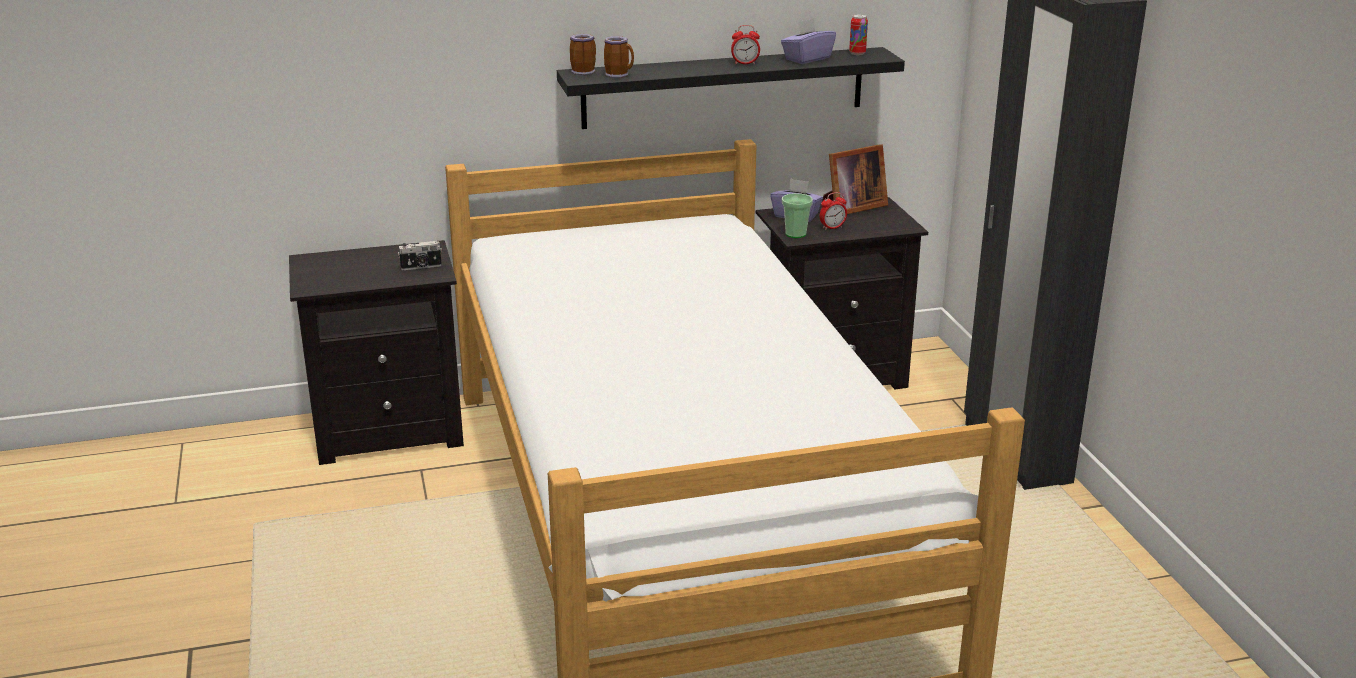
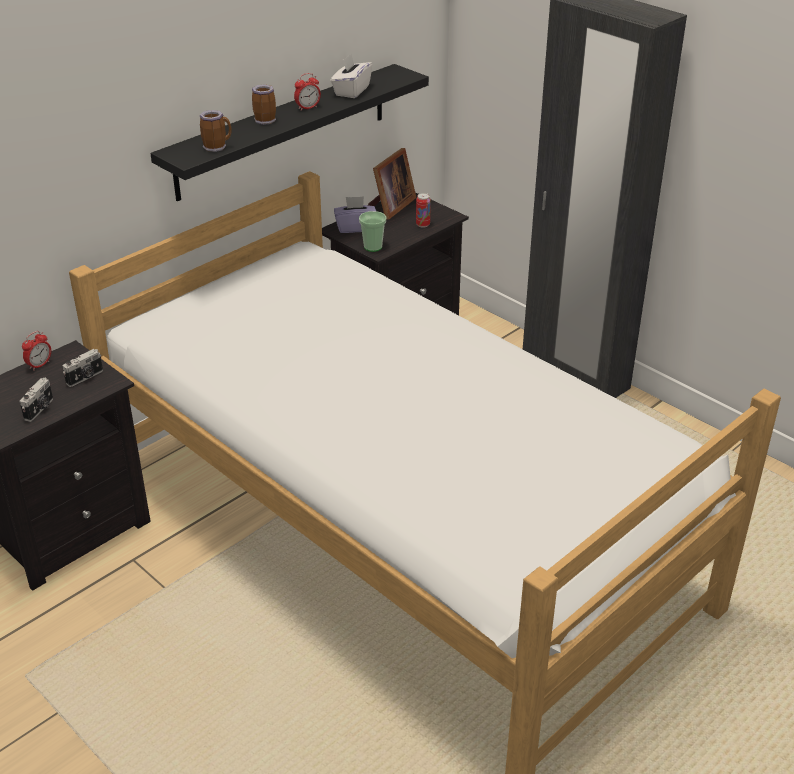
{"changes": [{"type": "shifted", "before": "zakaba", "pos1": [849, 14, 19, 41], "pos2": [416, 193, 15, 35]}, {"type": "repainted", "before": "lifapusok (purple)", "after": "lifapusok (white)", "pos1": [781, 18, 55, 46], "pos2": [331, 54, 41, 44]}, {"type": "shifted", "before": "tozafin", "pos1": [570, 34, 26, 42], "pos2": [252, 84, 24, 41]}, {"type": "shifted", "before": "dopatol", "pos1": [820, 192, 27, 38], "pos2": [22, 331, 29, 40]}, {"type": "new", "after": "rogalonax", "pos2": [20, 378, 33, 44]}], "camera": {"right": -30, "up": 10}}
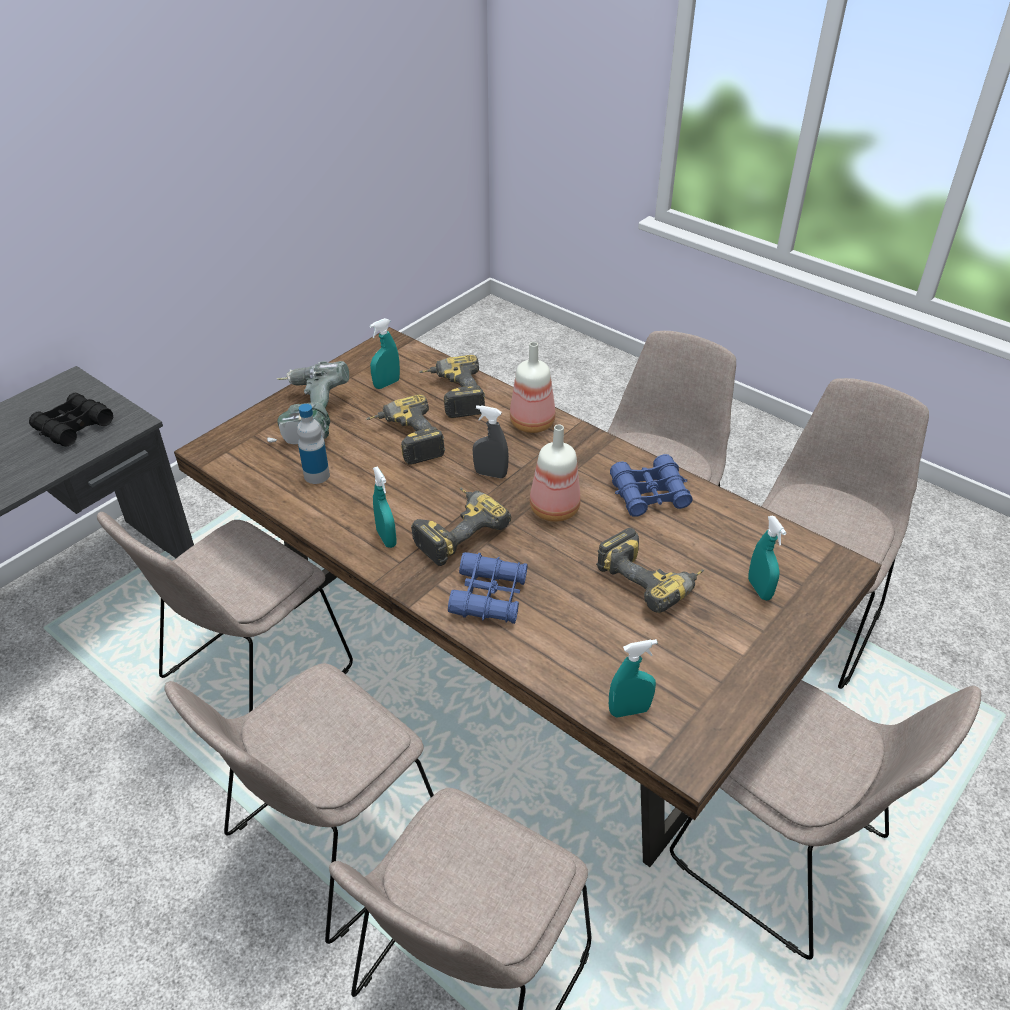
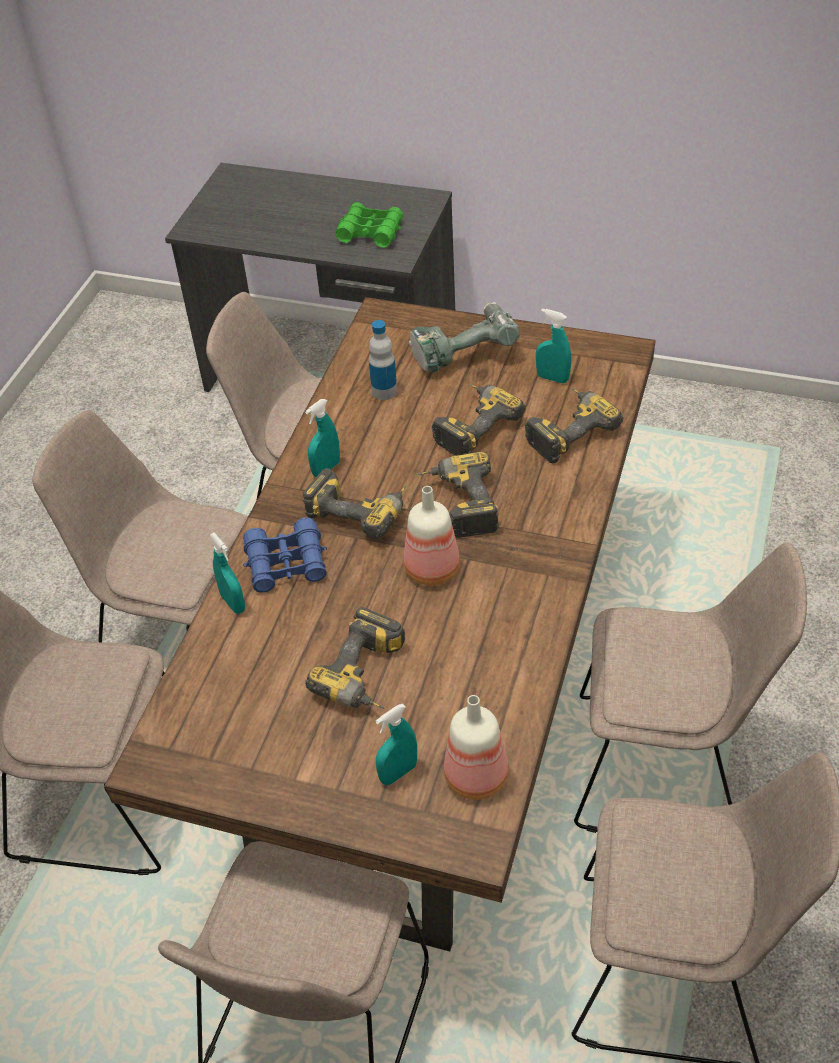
{"changes": [{"type": "shifted", "before": "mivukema", "pos1": [510, 342, 46, 91], "pos2": [444, 695, 65, 105]}, {"type": "repainted", "before": "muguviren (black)", "after": "muguviren (green)", "pos1": [29, 393, 84, 53], "pos2": [336, 202, 67, 46]}, {"type": "swapped", "before": "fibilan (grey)", "after": "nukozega", "pos1": [473, 405, 36, 73], "pos2": [417, 452, 82, 86]}, {"type": "gone", "before": "muguviren (blue)", "pos1": [610, 454, 83, 63]}, {"type": "shifted", "before": "fibilan (turquoise)", "pos1": [609, 639, 48, 79], "pos2": [210, 533, 35, 81]}], "camera": {"right": 70, "up": 5}}
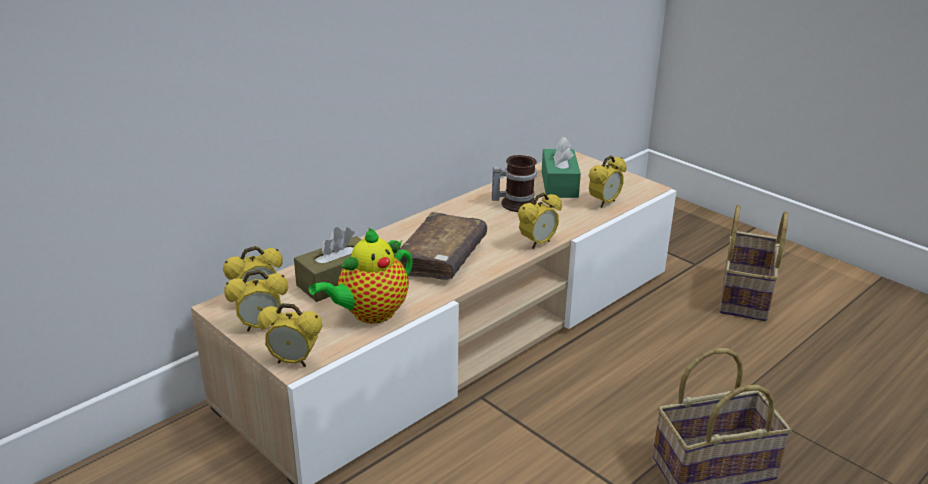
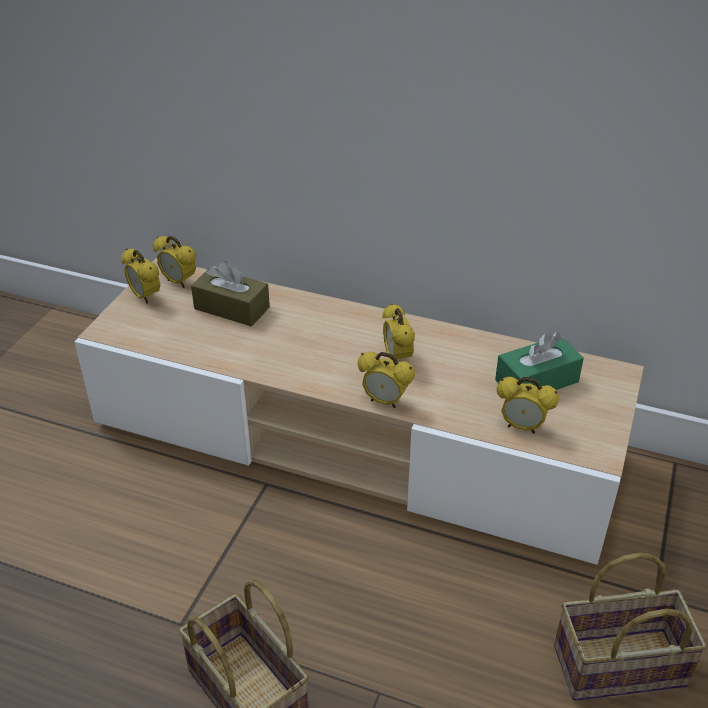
{"changes": [{"type": "gone", "before": "tozafin", "pos1": [492, 155, 45, 57]}, {"type": "gone", "before": "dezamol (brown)", "pos1": [393, 212, 94, 68]}, {"type": "gone", "before": "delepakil", "pos1": [309, 227, 104, 96]}, {"type": "shifted", "before": "dopatol", "pos1": [257, 303, 65, 64], "pos2": [382, 303, 33, 57]}], "camera": {"right": 65, "up": 10}}
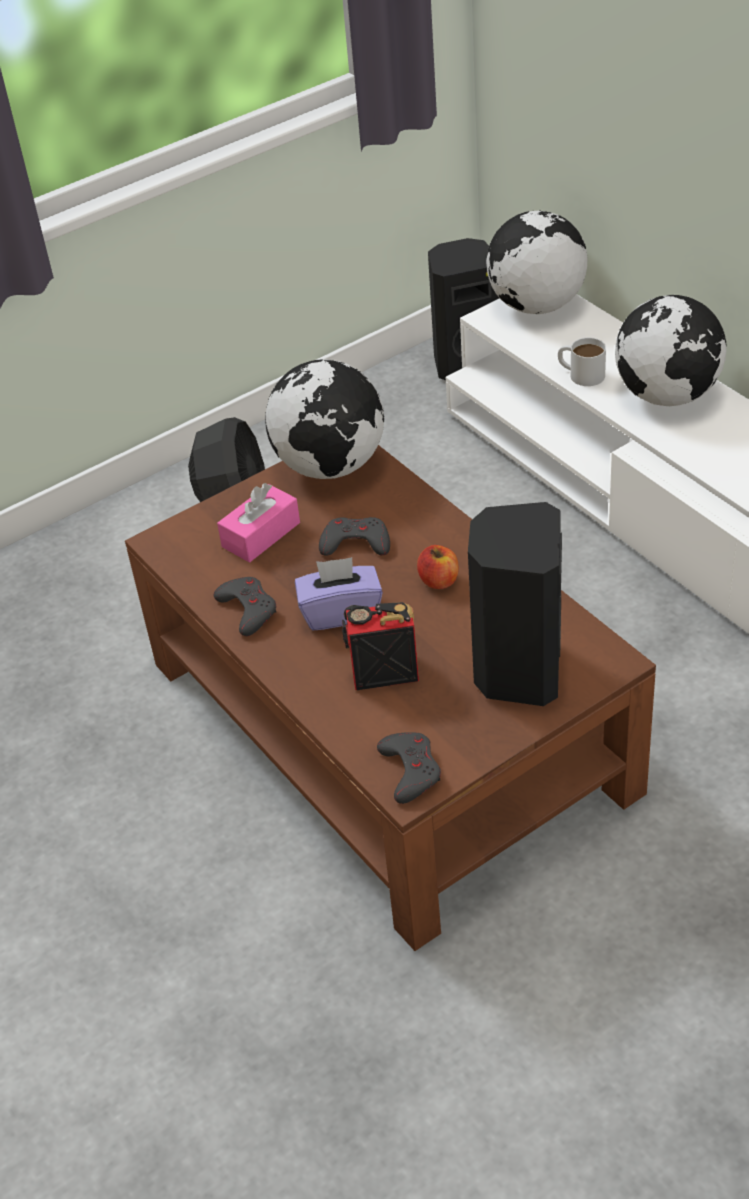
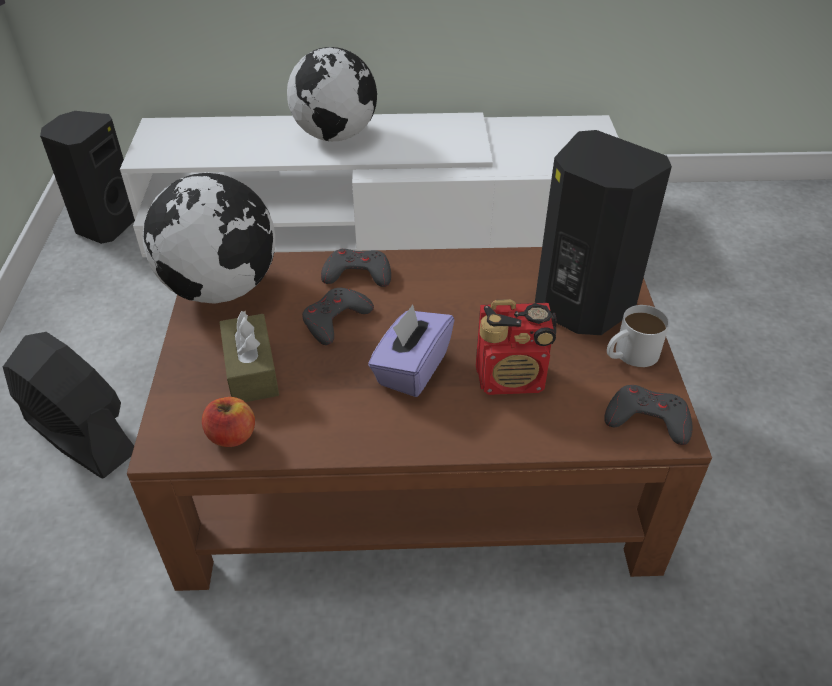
{"changes": [{"type": "gone", "before": "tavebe", "pos1": [486, 211, 102, 103]}, {"type": "shifted", "before": "tozafin (white)", "pos1": [558, 338, 48, 48], "pos2": [607, 305, 62, 62]}, {"type": "repainted", "before": "lifapusok (pink)", "after": "lifapusok (brown)", "pos1": [217, 483, 83, 80], "pos2": [220, 310, 59, 92]}, {"type": "shifted", "before": "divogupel", "pos1": [417, 545, 42, 44], "pos2": [202, 397, 53, 50]}, {"type": "shifted", "before": "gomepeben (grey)", "pos1": [214, 577, 62, 59], "pos2": [321, 249, 70, 38]}, {"type": "rotated", "before": "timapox", "pos1": [342, 602, 77, 88], "pos2": [476, 299, 81, 96], "turn": -120}], "camera": {"right": -60, "up": 0}}
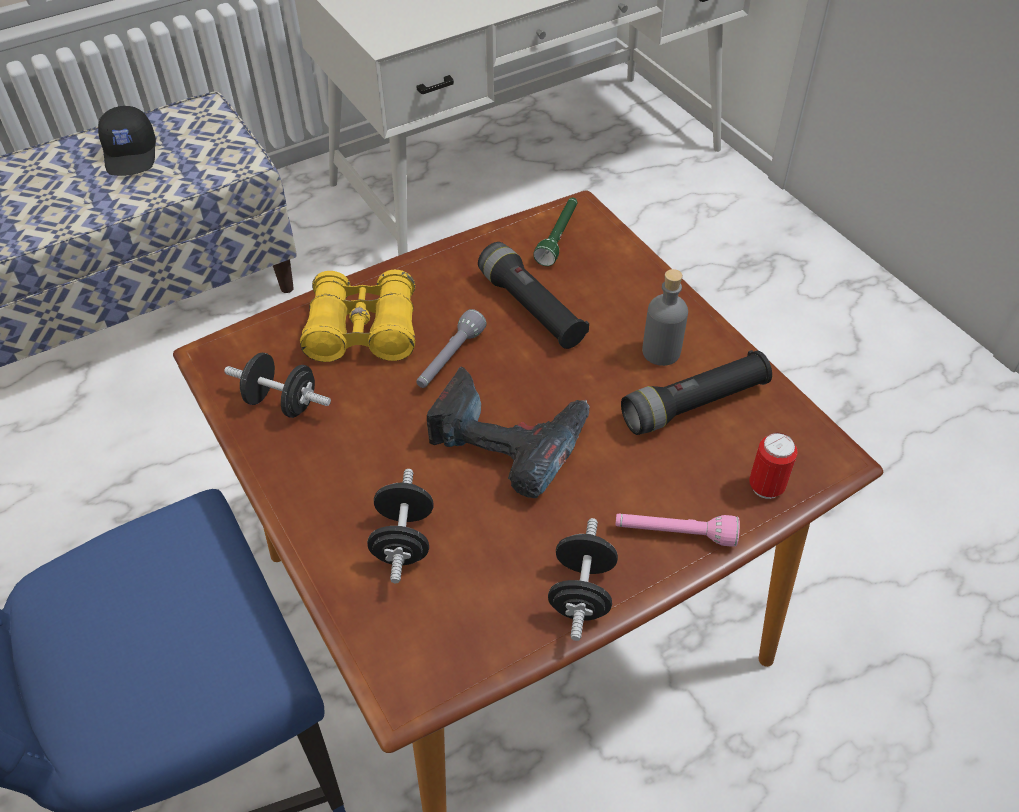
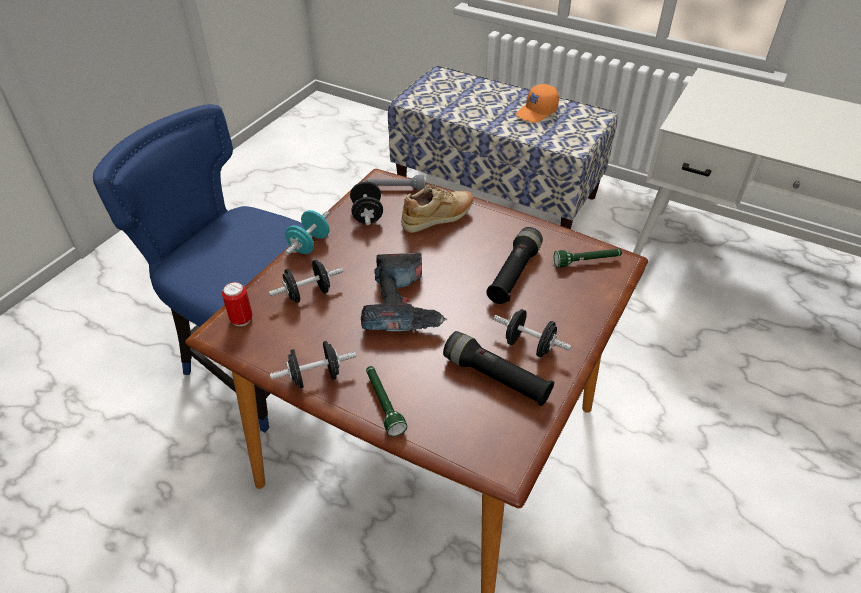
{"changes": [{"type": "repainted", "before": "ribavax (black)", "after": "ribavax (orange)", "pos1": [98, 106, 58, 70], "pos2": [516, 84, 43, 39]}, {"type": "swapped", "before": "mivukema (grey)", "after": "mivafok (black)", "pos1": [642, 269, 46, 97], "pos2": [493, 309, 78, 48]}, {"type": "swapped", "before": "muguviren (yellow)", "after": "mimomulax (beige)", "pos1": [300, 270, 115, 92], "pos2": [401, 185, 72, 48]}, {"type": "shifted", "before": "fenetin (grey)", "pos1": [416, 309, 71, 79], "pos2": [366, 175, 60, 15]}, {"type": "shifted", "before": "zakaba", "pos1": [749, 433, 48, 66], "pos2": [222, 282, 30, 44]}, {"type": "repainted", "before": "fenetin (pink)", "after": "fenetin (green)", "pos1": [616, 514, 124, 33], "pos2": [366, 366, 41, 71]}, {"type": "new", "after": "mivafok (turquoise)", "pos2": [285, 210, 45, 45]}], "camera": {"right": 60, "up": -5}}
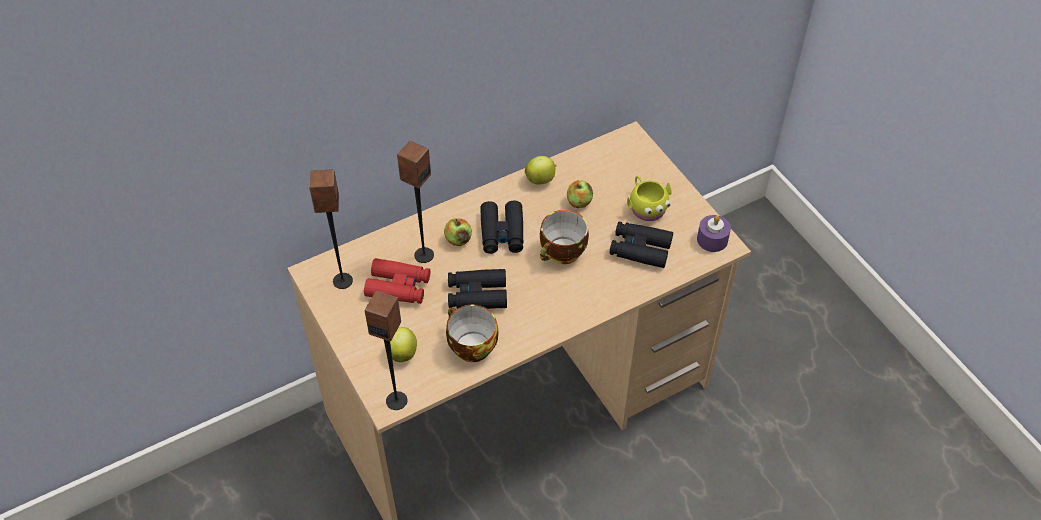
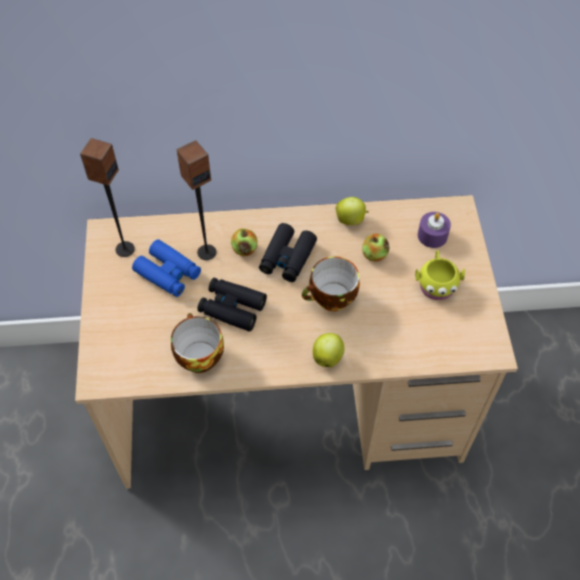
{"changes": [{"type": "shifted", "before": "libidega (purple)", "pos1": [697, 215, 34, 37], "pos2": [418, 212, 33, 36]}, {"type": "gone", "before": "muguviren (black)", "pos1": [609, 222, 64, 46]}, {"type": "repainted", "before": "muguviren (red)", "after": "muguviren (blue)", "pos1": [364, 258, 66, 46], "pos2": [132, 239, 69, 58]}, {"type": "gone", "before": "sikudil", "pos1": [365, 291, 43, 119]}, {"type": "shifted", "before": "divogupel", "pos1": [390, 327, 27, 35], "pos2": [313, 333, 32, 34]}], "camera": {"right": 25, "up": 5}}
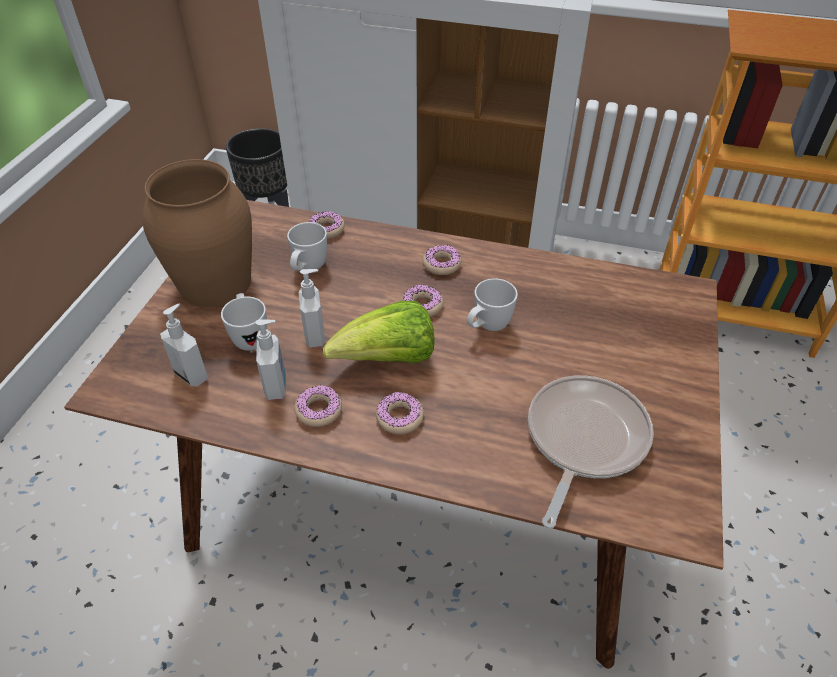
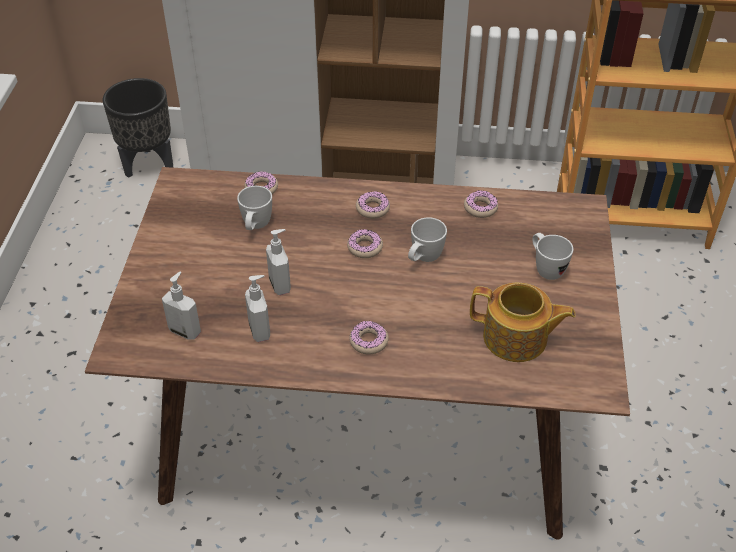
{"changes": [{"type": "gone", "before": "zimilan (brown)", "pos1": [143, 159, 109, 148]}, {"type": "shifted", "before": "tozafin (white)", "pos1": [221, 293, 46, 58], "pos2": [532, 233, 42, 47]}, {"type": "gone", "before": "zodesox", "pos1": [323, 301, 112, 63]}, {"type": "swapped", "before": "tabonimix", "after": "delepakil", "pos1": [528, 375, 126, 153], "pos2": [470, 283, 106, 79]}, {"type": "shifted", "before": "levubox", "pos1": [294, 385, 48, 42], "pos2": [464, 191, 34, 27]}], "camera": {"right": -10, "up": 0}}
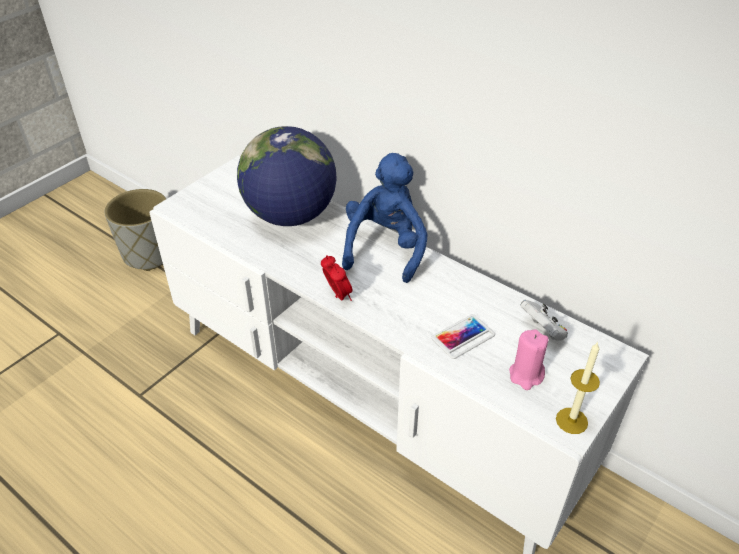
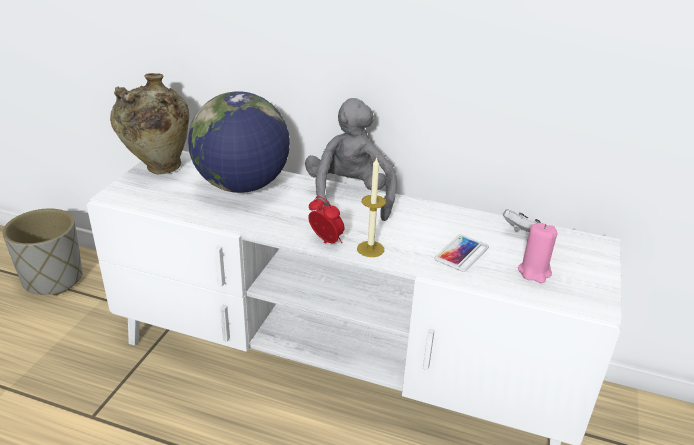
{"changes": [{"type": "repainted", "before": "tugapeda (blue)", "after": "tugapeda (grey)", "pos1": [342, 153, 86, 130], "pos2": [305, 98, 92, 123]}, {"type": "shifted", "before": "libidega", "pos1": [556, 342, 44, 92], "pos2": [357, 157, 29, 100]}, {"type": "new", "after": "zimilan (beige)", "pos2": [110, 73, 79, 101]}], "camera": {"right": -20, "up": -10}}
